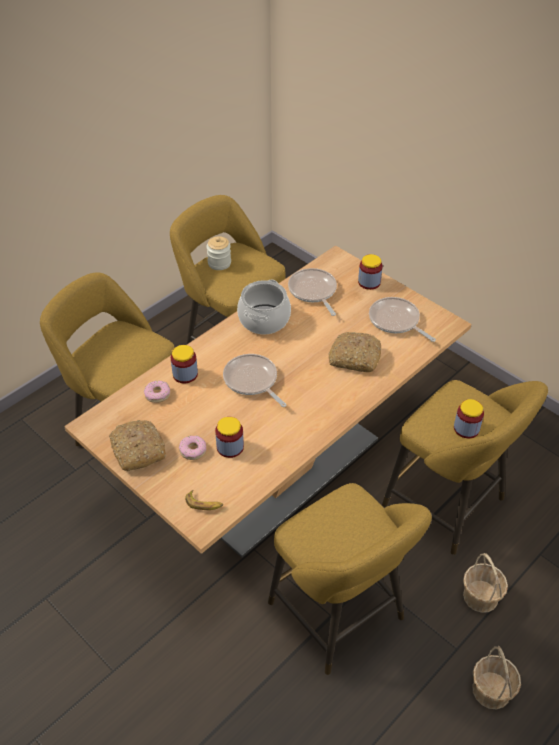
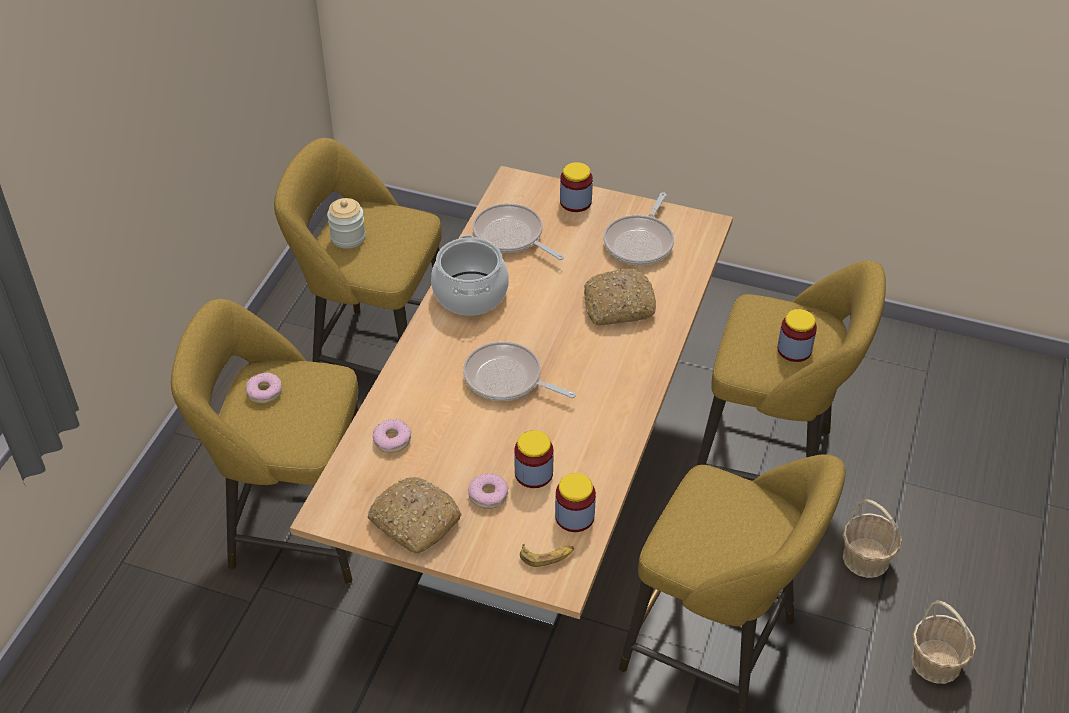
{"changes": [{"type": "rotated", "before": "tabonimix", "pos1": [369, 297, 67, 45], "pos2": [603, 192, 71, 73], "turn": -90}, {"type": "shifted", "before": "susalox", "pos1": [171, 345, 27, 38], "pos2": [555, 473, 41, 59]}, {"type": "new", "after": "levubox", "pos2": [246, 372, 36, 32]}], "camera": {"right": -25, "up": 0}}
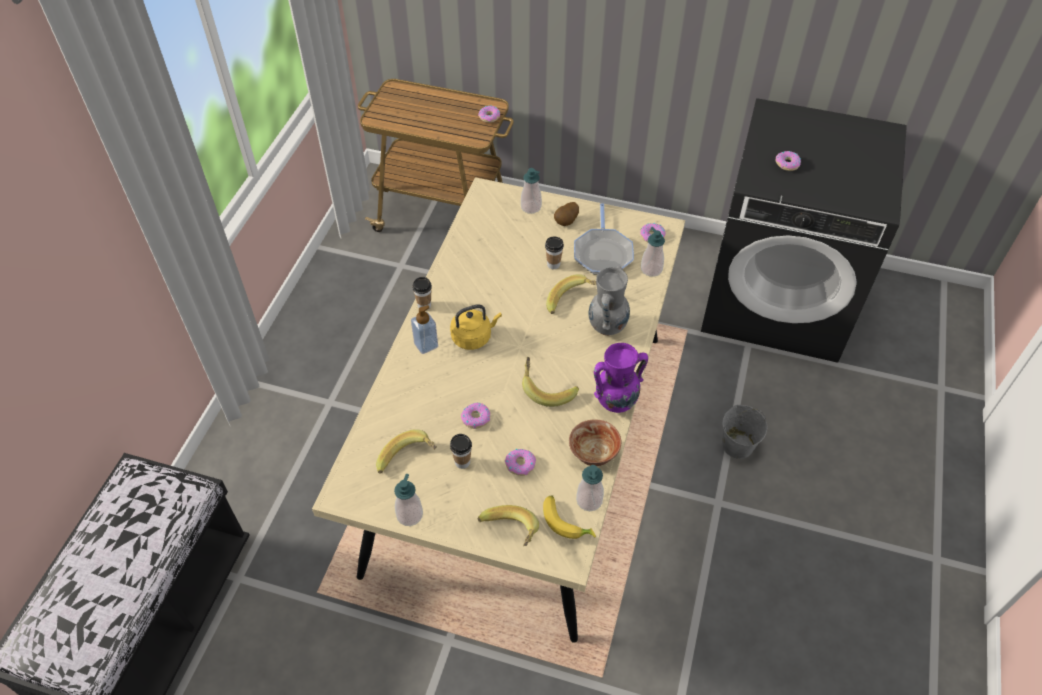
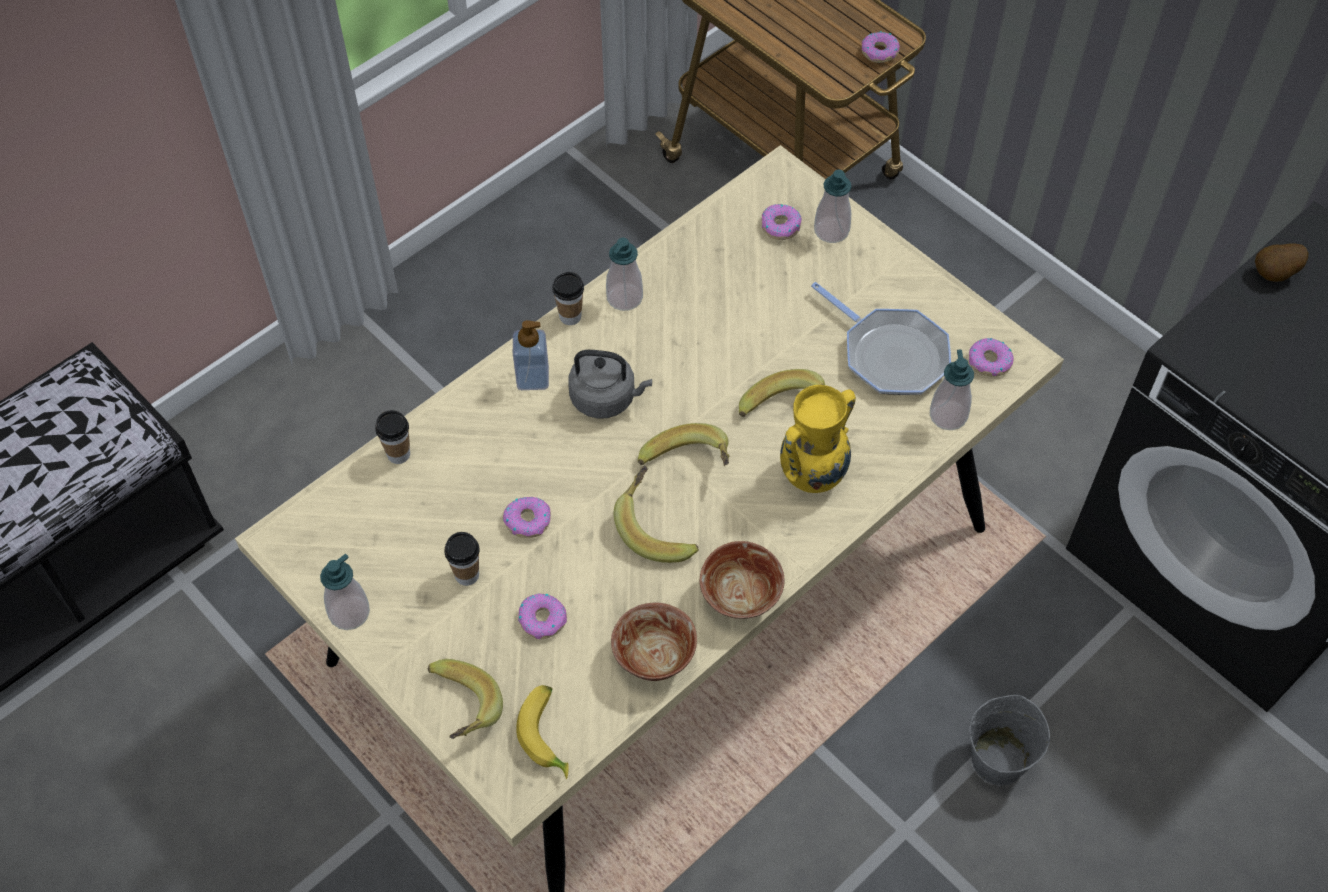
{"changes": [{"type": "shifted", "before": "levubox", "pos1": [776, 151, 25, 20], "pos2": [762, 204, 40, 36]}, {"type": "shifted", "before": "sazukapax", "pos1": [554, 202, 25, 24], "pos2": [1255, 244, 53, 38]}, {"type": "rotated", "before": "tabonimix", "pos1": [574, 203, 60, 72], "pos2": [811, 282, 140, 113], "turn": -75}, {"type": "shifted", "before": "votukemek", "pos1": [545, 237, 19, 32], "pos2": [375, 410, 35, 54]}, {"type": "repainted", "before": "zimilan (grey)", "after": "zimilan (yellow)", "pos1": [589, 266, 41, 70], "pos2": [780, 385, 76, 108]}, {"type": "repainted", "before": "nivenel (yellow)", "after": "nivenel (grey)", "pos1": [450, 304, 52, 46], "pos2": [568, 350, 84, 69]}, {"type": "swapped", "before": "zimilan (purple)", "after": "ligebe", "pos1": [594, 343, 54, 70], "pos2": [700, 541, 85, 78]}, {"type": "shifted", "before": "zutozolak", "pos1": [376, 429, 61, 45], "pos2": [638, 423, 92, 43]}, {"type": "shifted", "before": "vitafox", "pos1": [576, 465, 28, 46], "pos2": [606, 237, 37, 74]}], "camera": {"right": 30, "up": 5}}
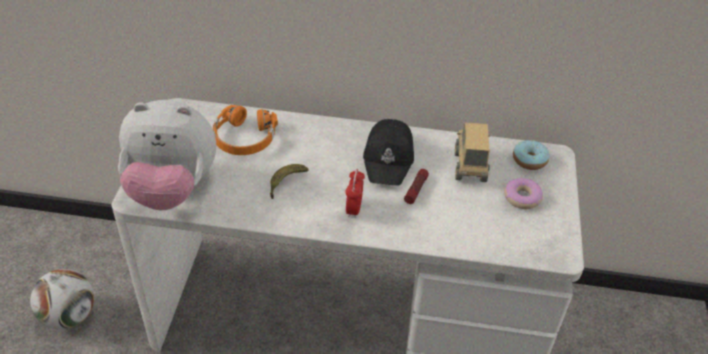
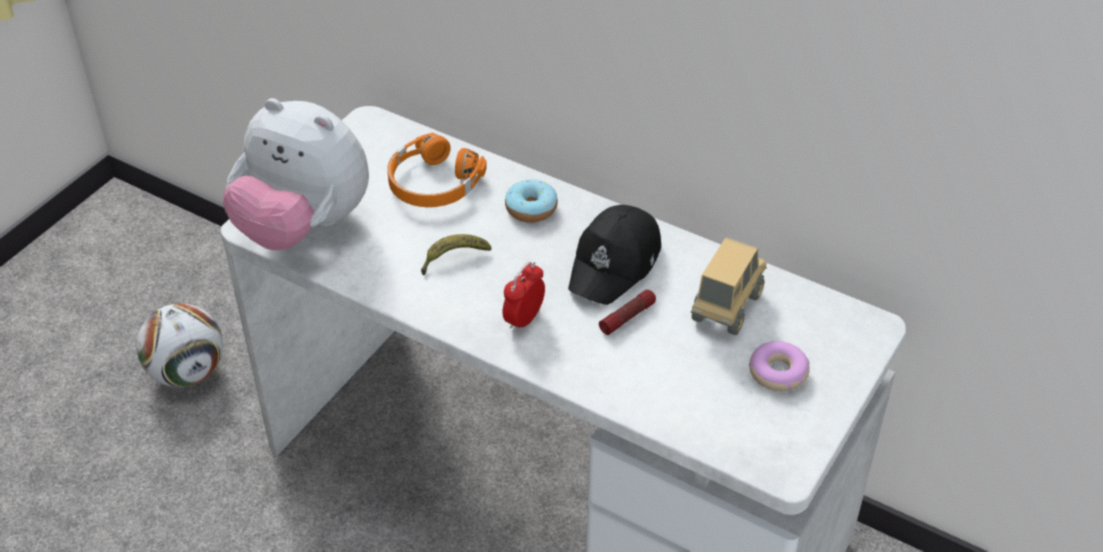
{"changes": [{"type": "shifted", "before": "levubox", "pos1": [513, 140, 37, 30], "pos2": [505, 180, 53, 43]}], "camera": {"right": 25, "up": 0}}
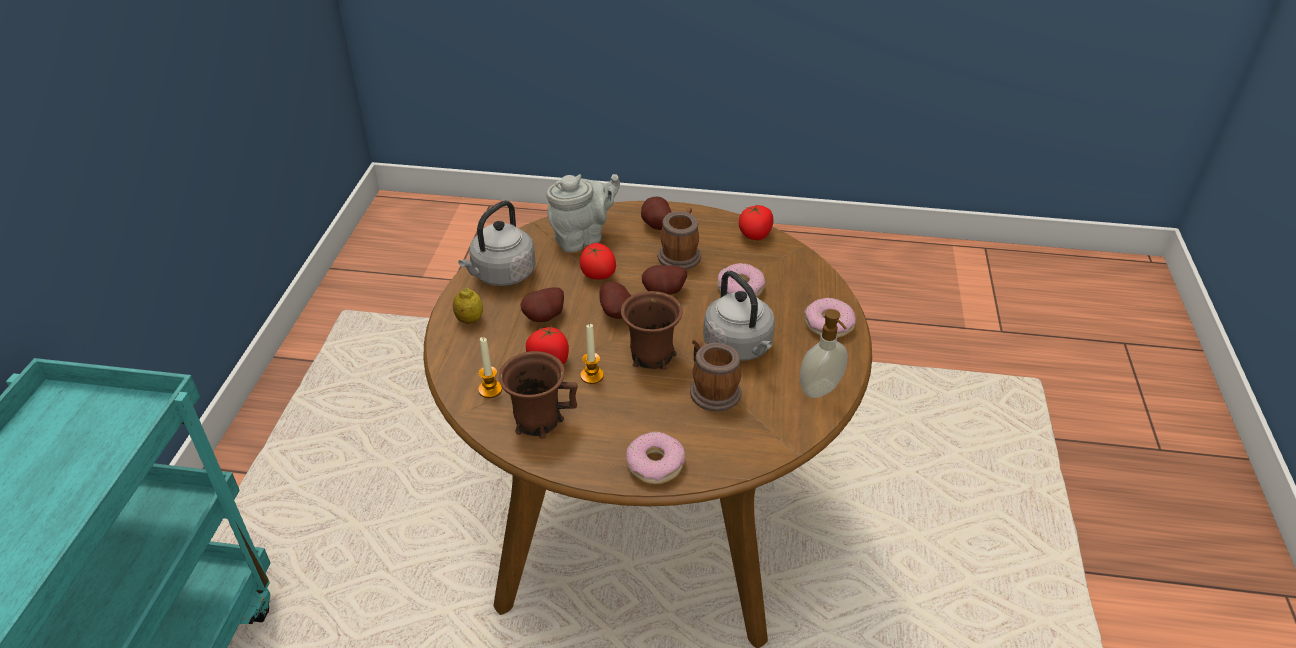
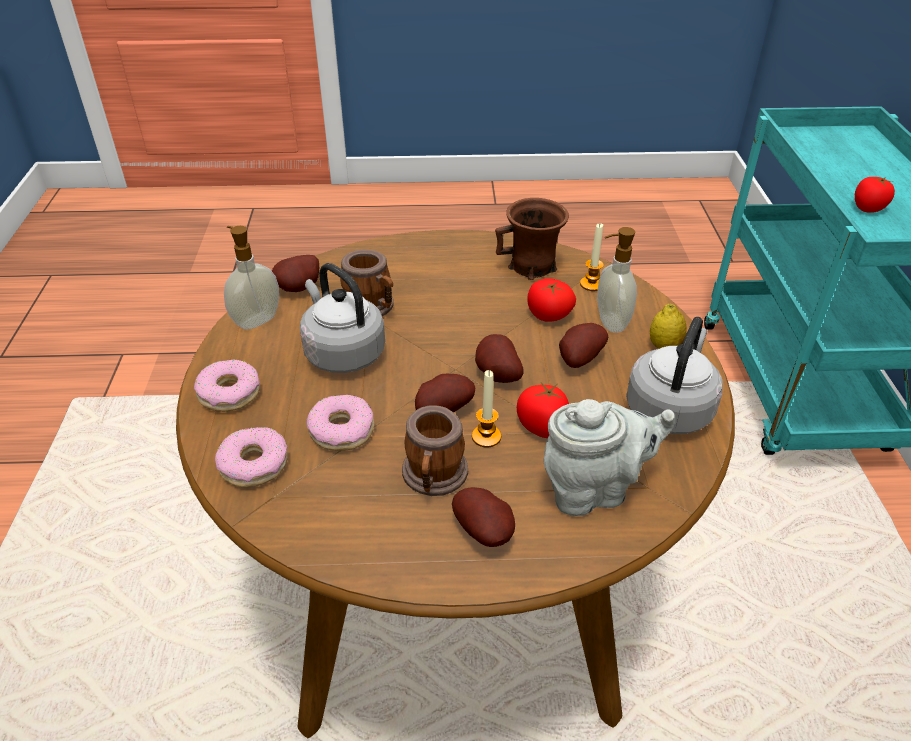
{"changes": [{"type": "rotated", "before": "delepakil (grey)", "pos1": [546, 174, 74, 78], "pos2": [543, 399, 132, 117], "turn": -150}, {"type": "shifted", "before": "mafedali", "pos1": [739, 204, 35, 36], "pos2": [855, 177, 40, 36]}, {"type": "gone", "before": "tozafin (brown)", "pos1": [621, 291, 62, 79]}, {"type": "shifted", "before": "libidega", "pos1": [580, 323, 24, 61], "pos2": [472, 370, 29, 78]}, {"type": "shifted", "before": "levubox", "pos1": [626, 432, 59, 52], "pos2": [215, 427, 73, 61]}, {"type": "new", "after": "vitafox", "pos2": [597, 227, 40, 106]}, {"type": "new", "after": "sazukapax", "pos2": [272, 255, 47, 37]}], "camera": {"right": 170, "up": 0}}
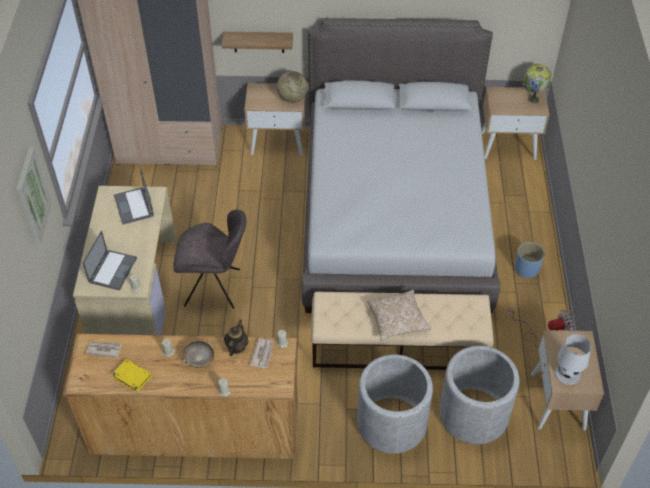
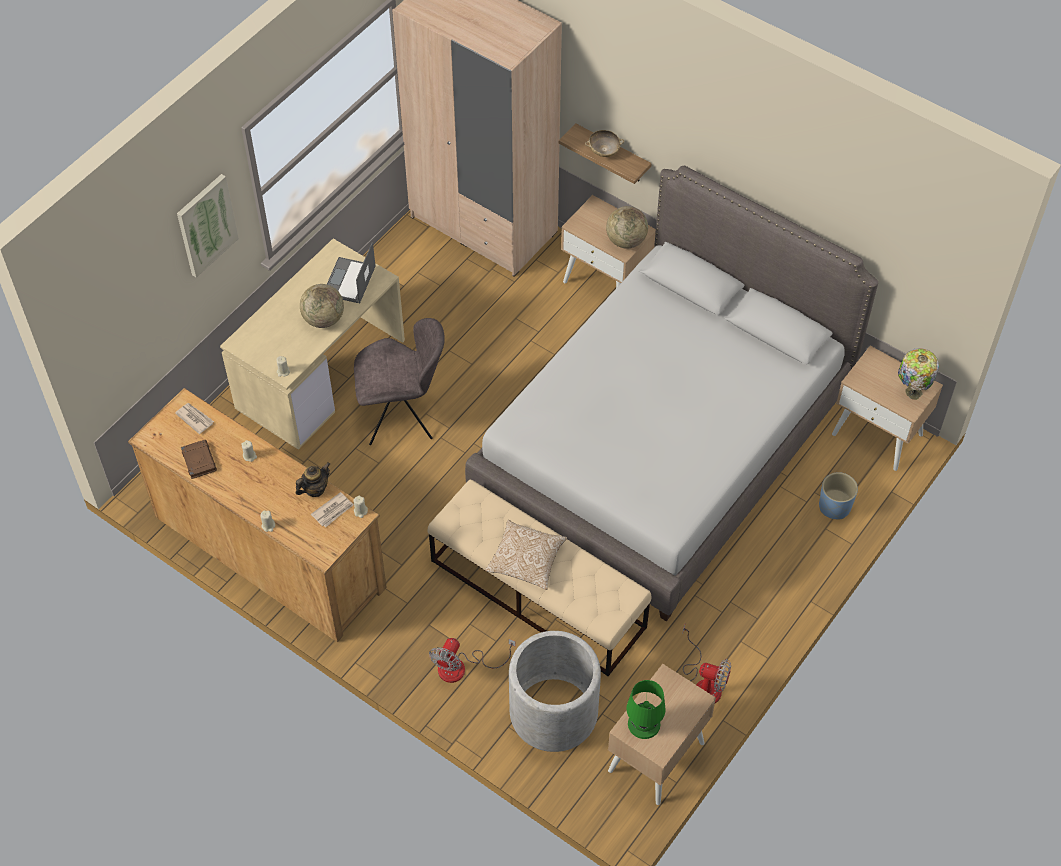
{"changes": [{"type": "rotated", "before": "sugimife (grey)", "pos1": [173, 210, 74, 99], "pos2": [354, 318, 91, 127], "turn": -45}, {"type": "gone", "before": "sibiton", "pos1": [83, 231, 54, 59]}, {"type": "shifted", "before": "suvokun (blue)", "pos1": [515, 242, 30, 36], "pos2": [819, 472, 39, 47]}, {"type": "repainted", "before": "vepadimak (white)", "after": "vepadimak (green)", "pos1": [555, 334, 36, 51], "pos2": [626, 680, 40, 59]}, {"type": "shifted", "before": "ligebe (beige)", "pos1": [182, 340, 32, 28], "pos2": [585, 130, 39, 27]}, {"type": "swapped", "before": "suvokun (grey)", "after": "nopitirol", "pos1": [357, 354, 76, 100], "pos2": [429, 638, 87, 45]}, {"type": "repainted", "before": "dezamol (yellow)", "after": "dezamol (brown)", "pos1": [112, 359, 40, 34], "pos2": [181, 440, 36, 39]}, {"type": "new", "after": "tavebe", "pos2": [300, 284, 44, 44]}], "camera": {"right": 35, "up": 5}}
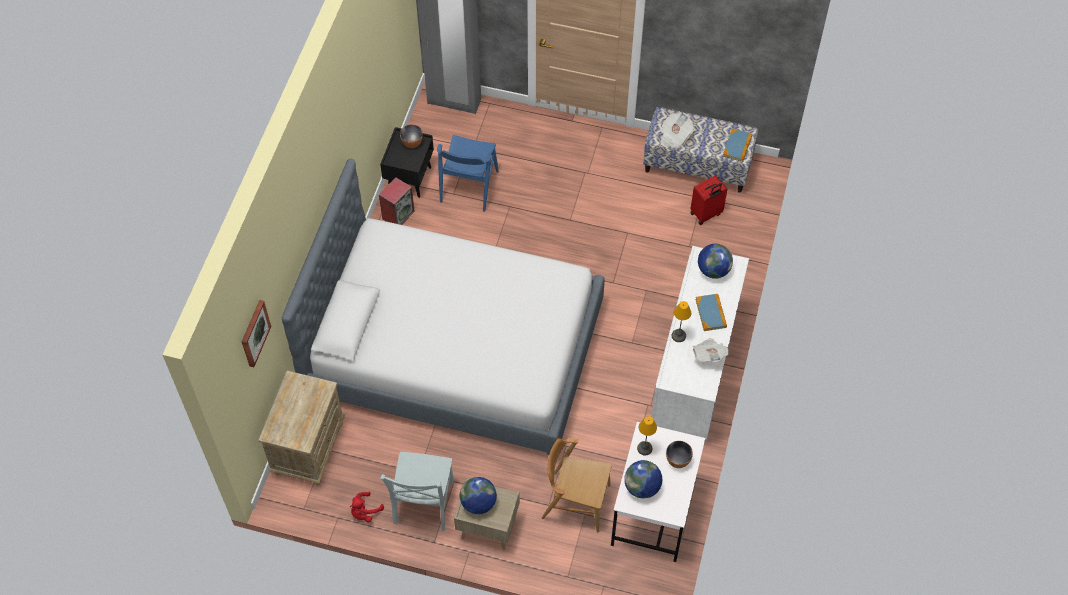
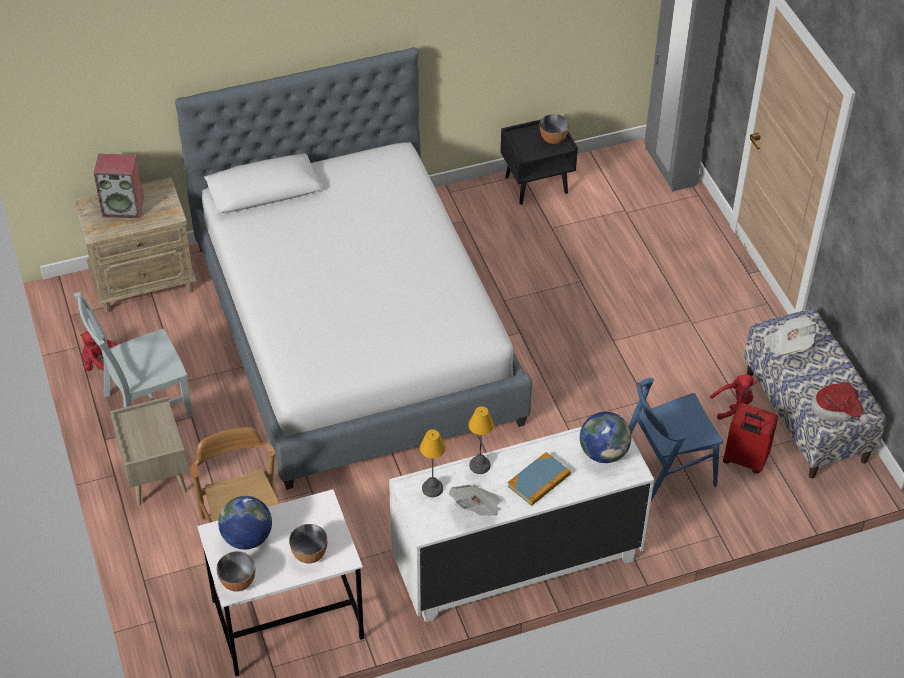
{"changes": [{"type": "swapped", "before": "dezamol", "after": "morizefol", "pos1": [723, 128, 29, 34], "pos2": [811, 382, 59, 42]}, {"type": "shifted", "before": "sugimife (blue)", "pos1": [437, 135, 62, 77], "pos2": [629, 378, 94, 123]}, {"type": "shifted", "before": "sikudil", "pos1": [379, 177, 36, 48], "pos2": [94, 154, 50, 64]}, {"type": "gone", "before": "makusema", "pos1": [242, 300, 29, 67]}, {"type": "shifted", "before": "vepadimak", "pos1": [637, 416, 20, 39], "pos2": [420, 429, 26, 68]}, {"type": "gone", "before": "tavebe", "pos1": [460, 477, 37, 37]}, {"type": "new", "after": "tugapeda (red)", "pos2": [710, 374, 47, 46]}, {"type": "new", "after": "ligebe", "pos2": [216, 551, 40, 41]}], "camera": {"right": 55, "up": -10}}
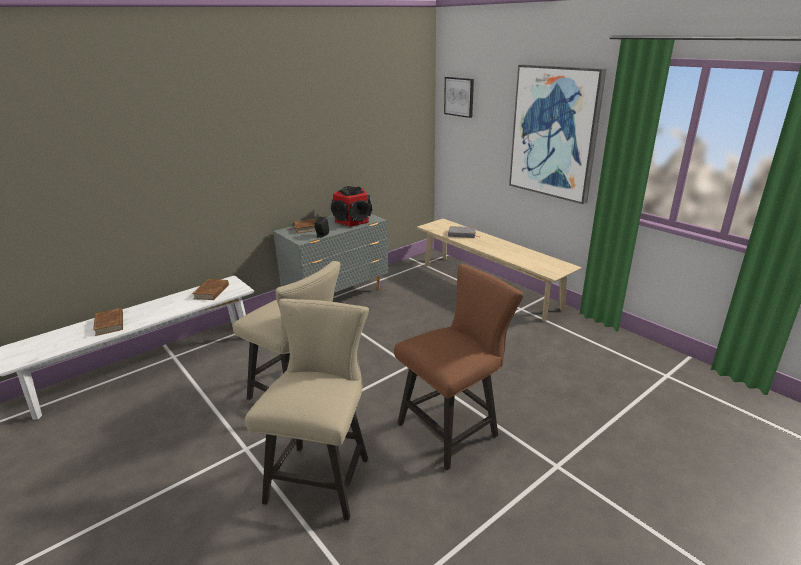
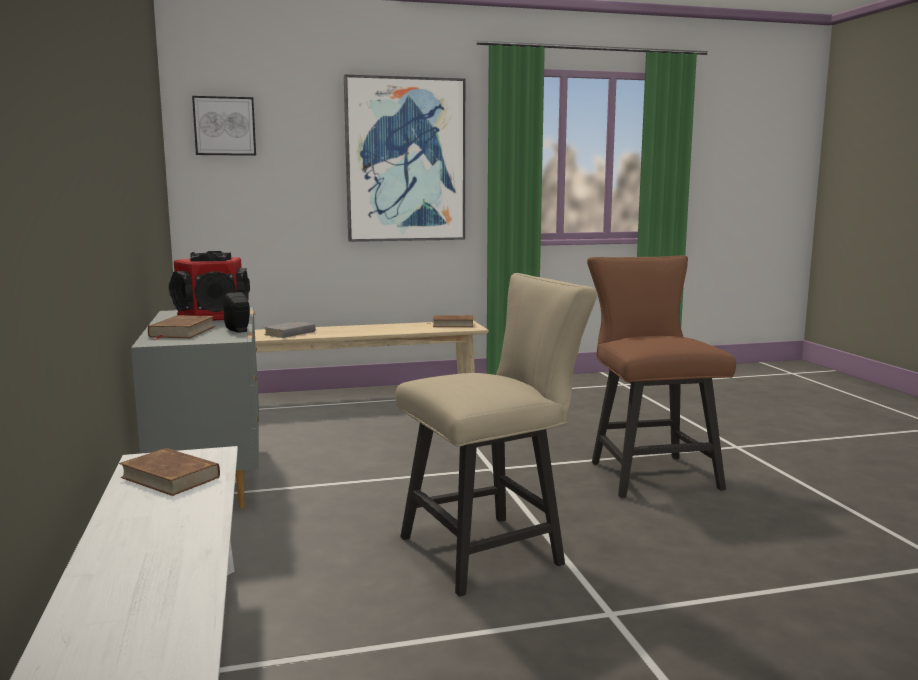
{"changes": [{"type": "gone", "before": "sugimife (beige)", "pos1": [245, 299, 124, 222]}, {"type": "shifted", "before": "dezamol (brown)", "pos1": [93, 308, 30, 28], "pos2": [427, 315, 46, 12]}], "camera": {"right": -65, "up": -15}}
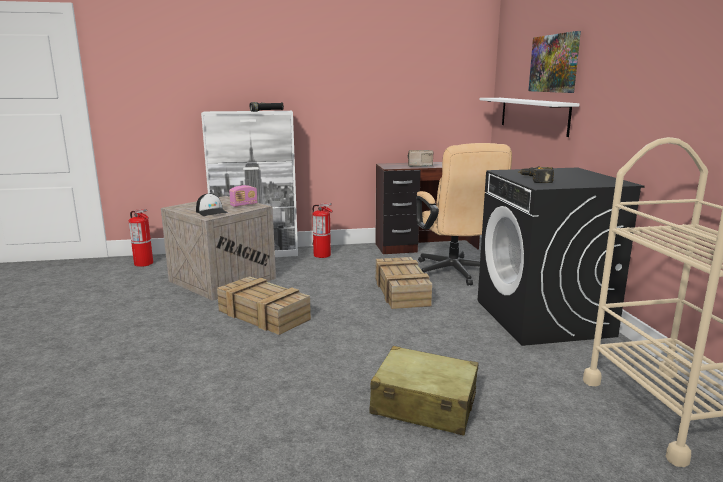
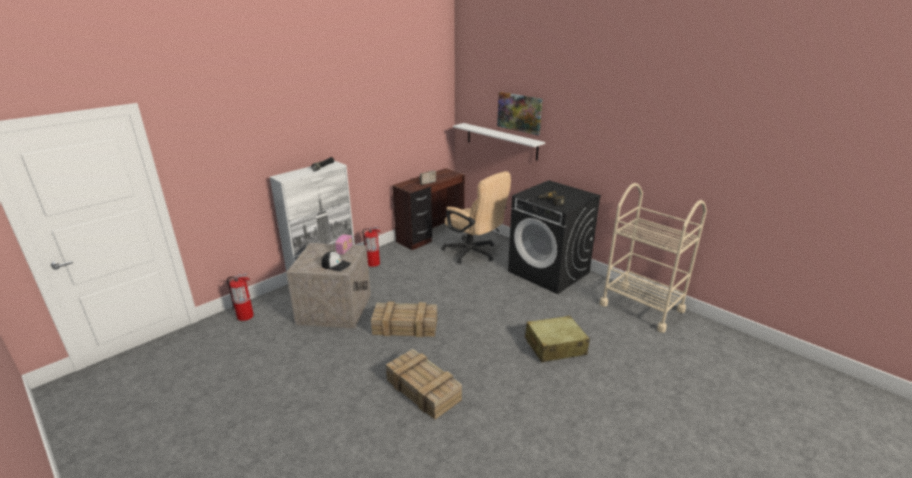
{"changes": [{"type": "shifted", "before": "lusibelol", "pos1": [376, 257, 56, 52], "pos2": [386, 349, 76, 71]}], "camera": {"right": -35, "up": 10}}
